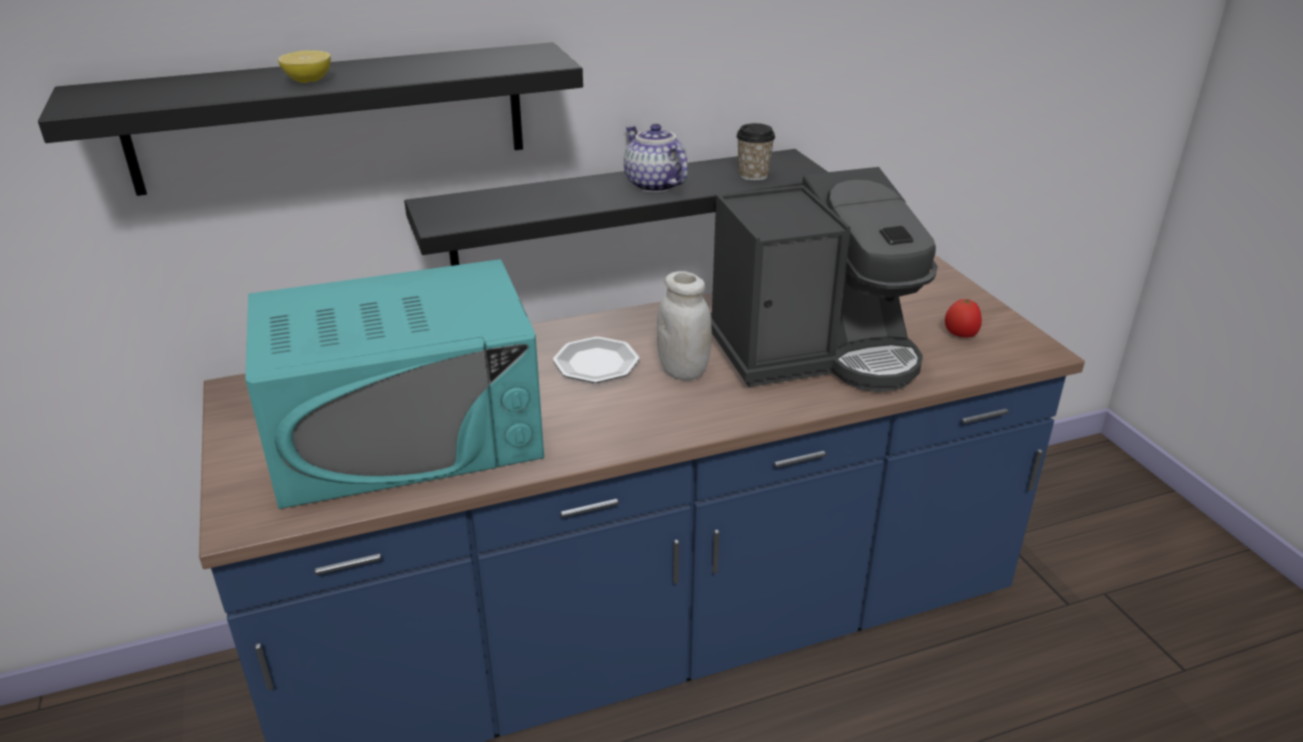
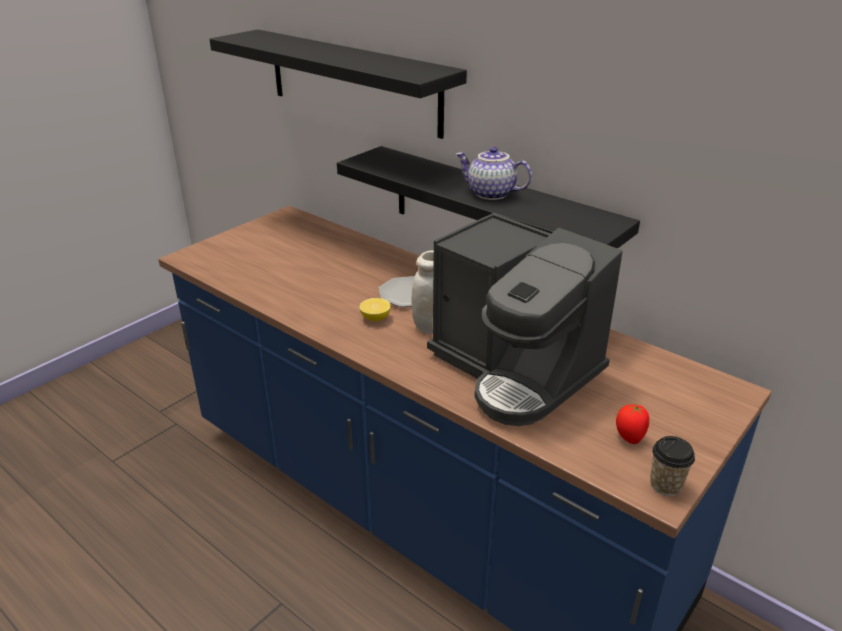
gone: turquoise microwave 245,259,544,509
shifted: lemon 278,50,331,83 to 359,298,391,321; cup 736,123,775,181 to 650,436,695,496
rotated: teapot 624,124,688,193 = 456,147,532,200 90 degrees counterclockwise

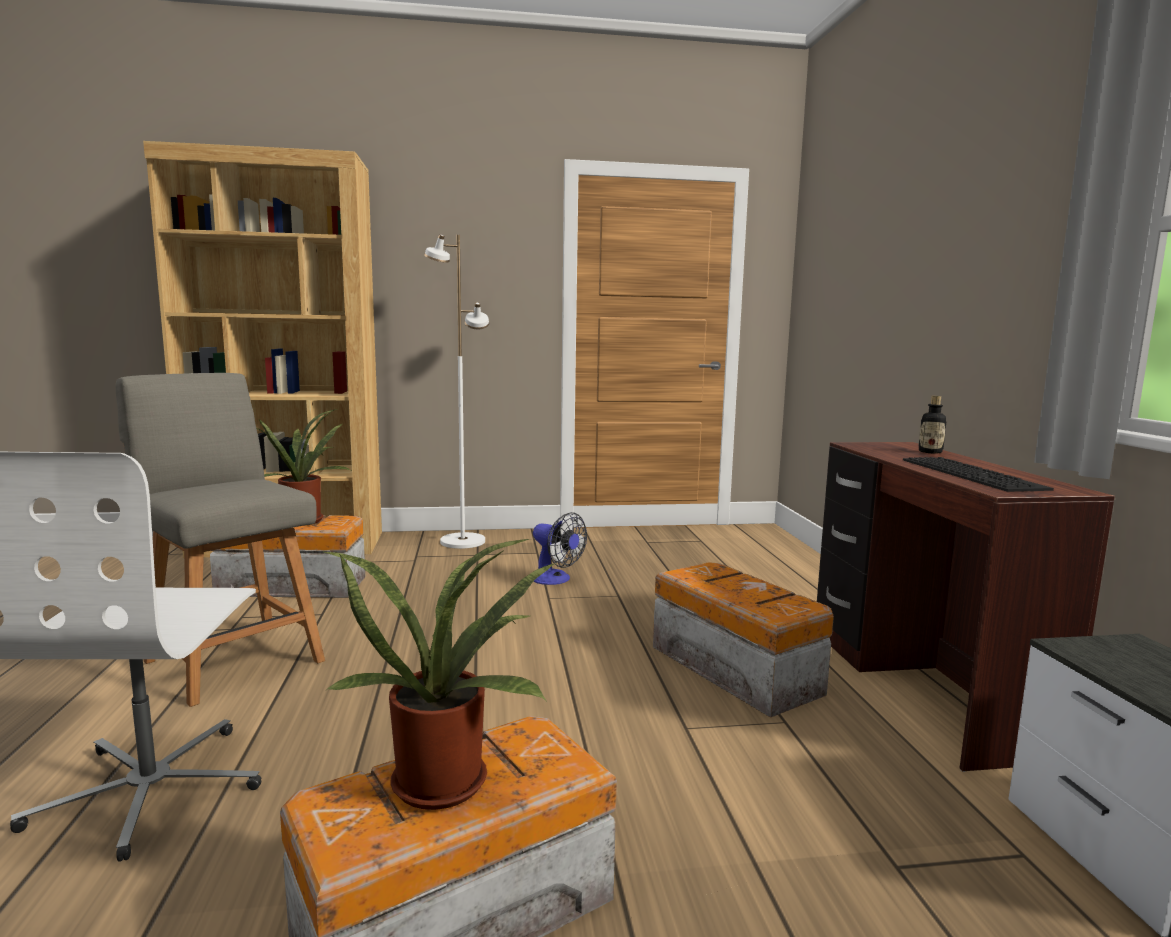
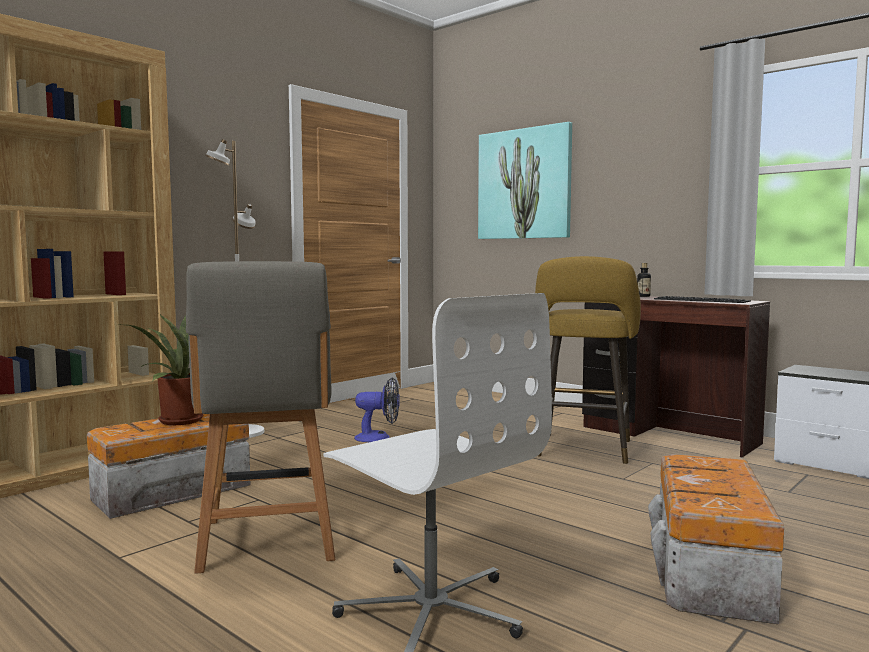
gone: potted plant 322,539,557,810
new: picture 478,122,572,239
swapped: storage box 653,562,834,718 to yellow stool 535,256,641,464
rotated: grey chair 116,373,325,707 = 186,261,335,574 105 degrees counterclockwise

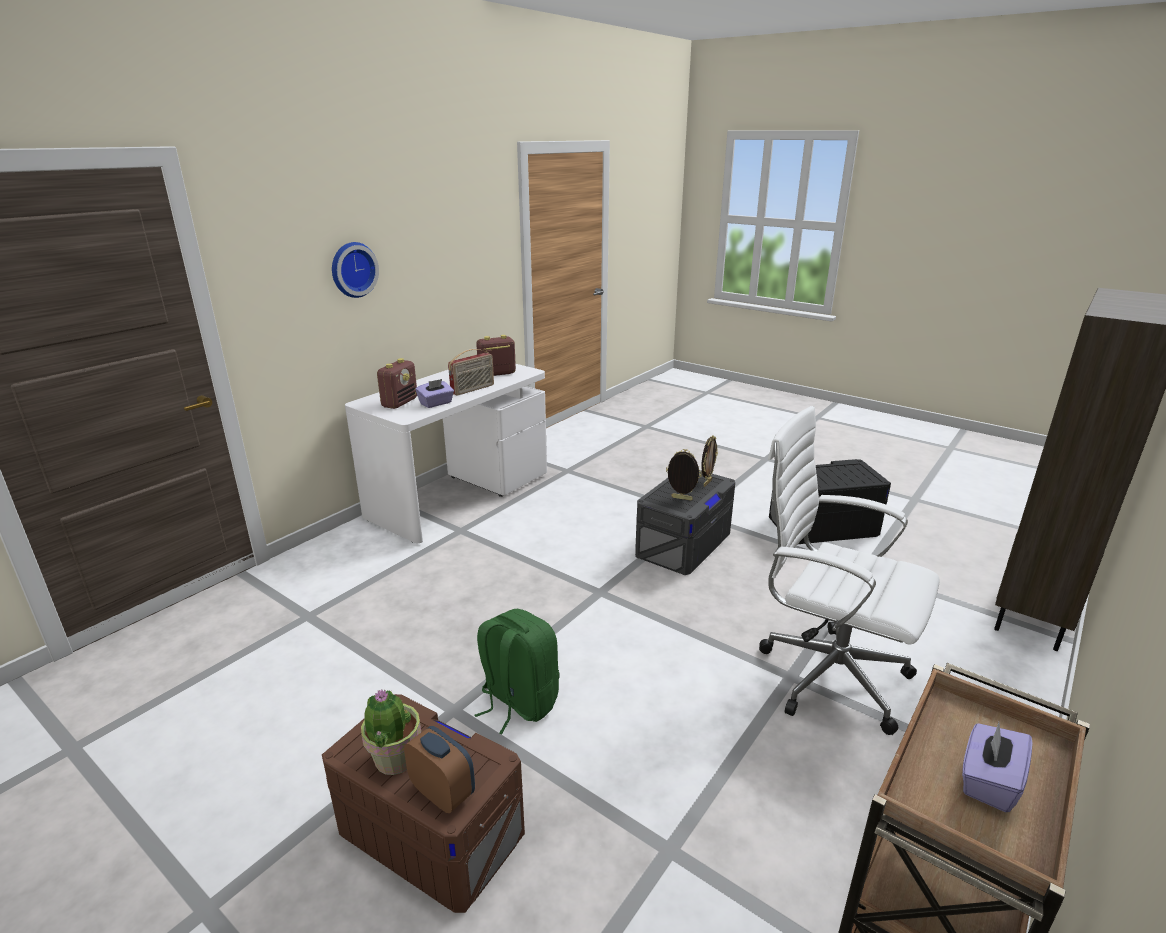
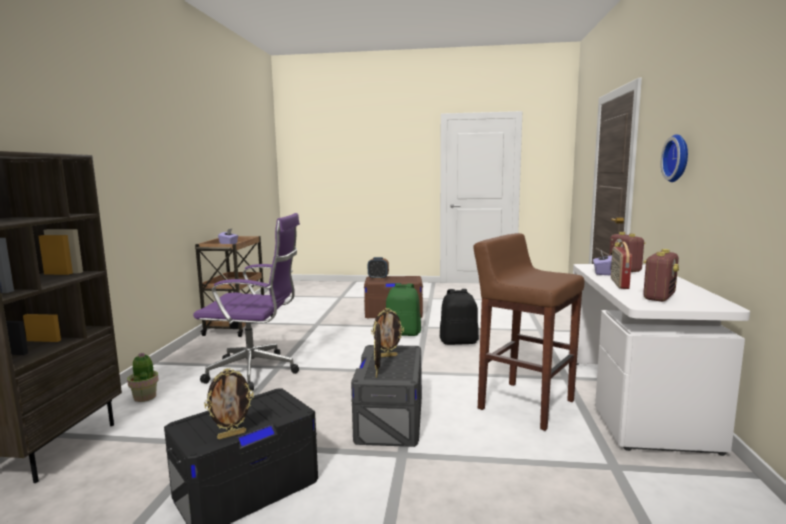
new: picture frame 204,368,254,439; black backpack 440,289,479,345; brown stool 473,233,584,431
shifted: potted plant 361,690,421,775 to 127,353,159,402
repainted: white office chair 759,406,939,735 to purple office chair 193,213,300,391

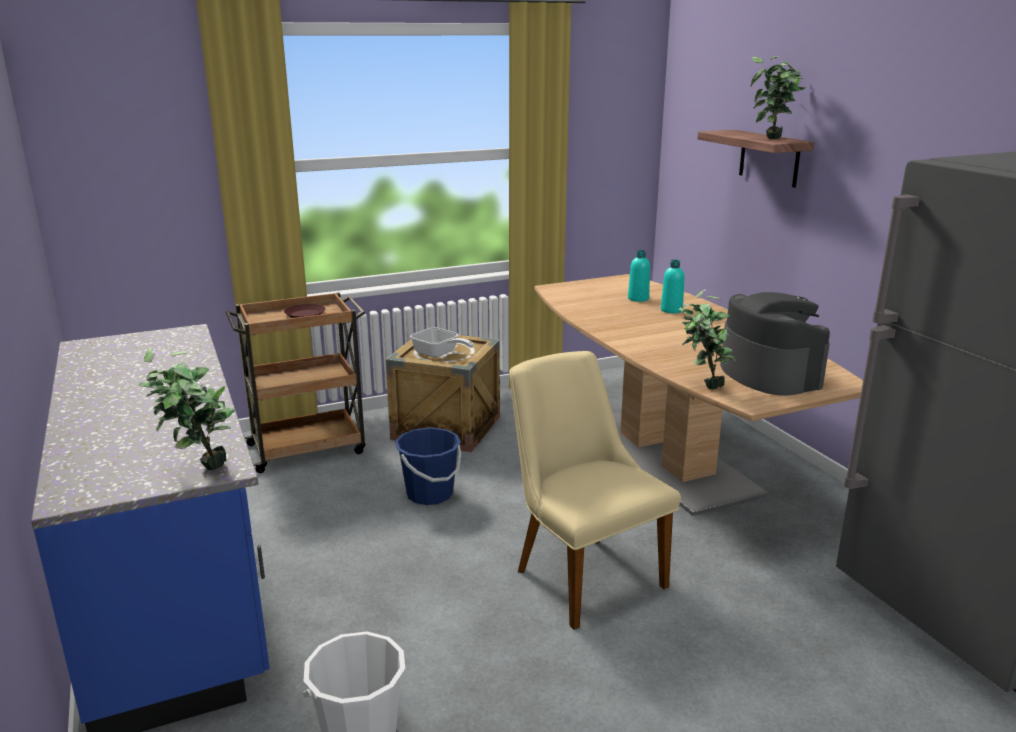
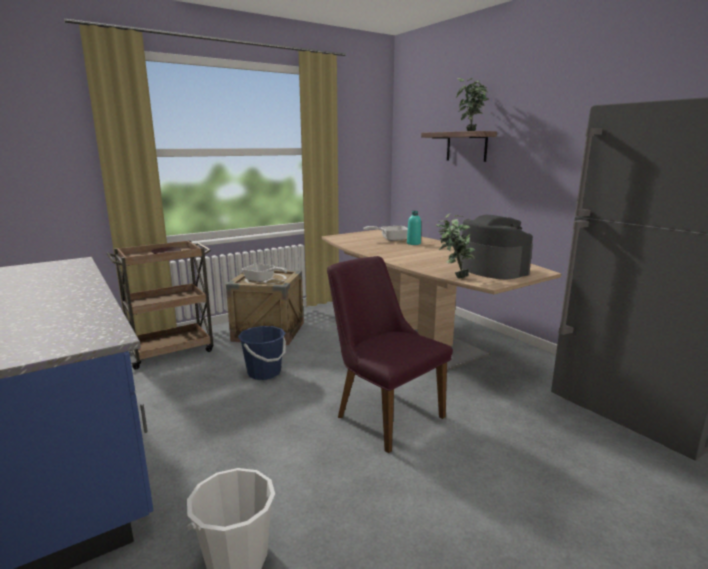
gone: potted plant 139,348,235,470
swapped: turquoise bottle 628,250,650,302 to frying pan 363,226,408,241
repainted: beige chair 509,351,681,630 to purple chair 327,256,453,453

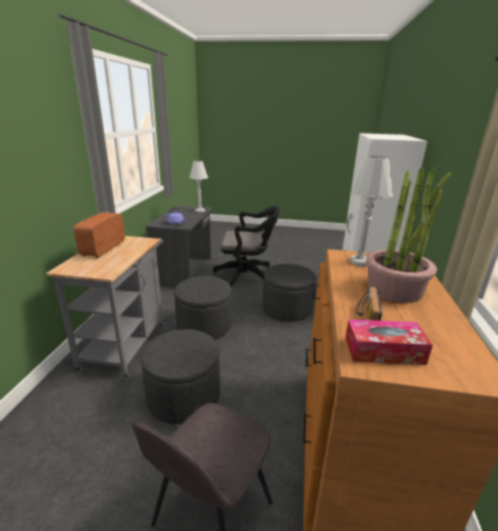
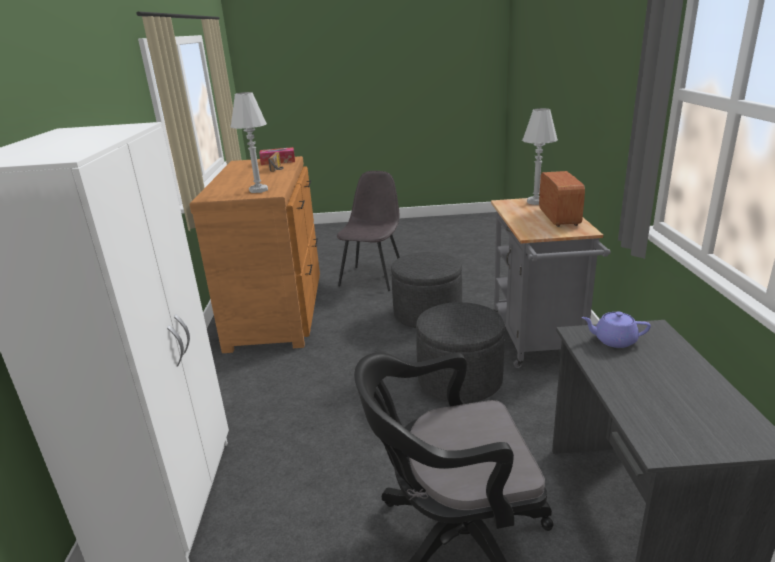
gone: grey ottoman 263,264,316,322; potted plant 366,167,451,303
shifted: white table lamp 190,161,208,212 to 522,108,558,205

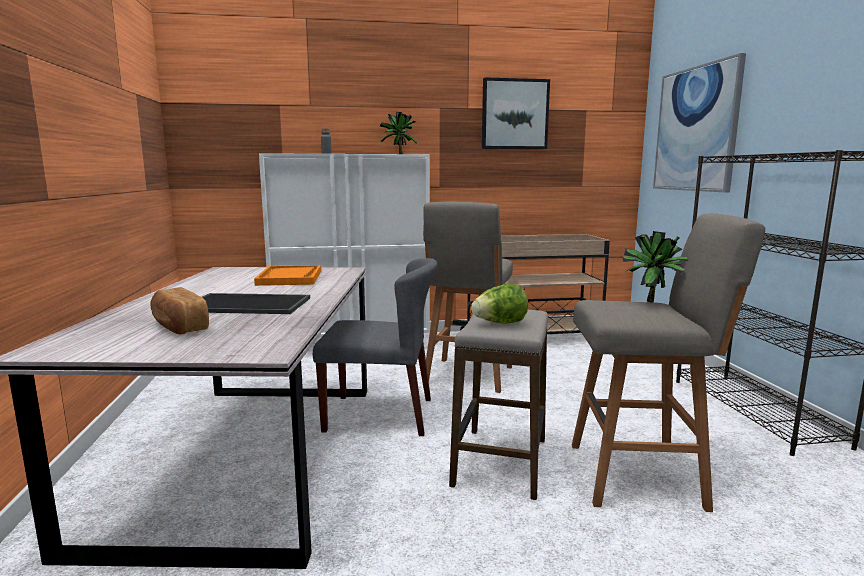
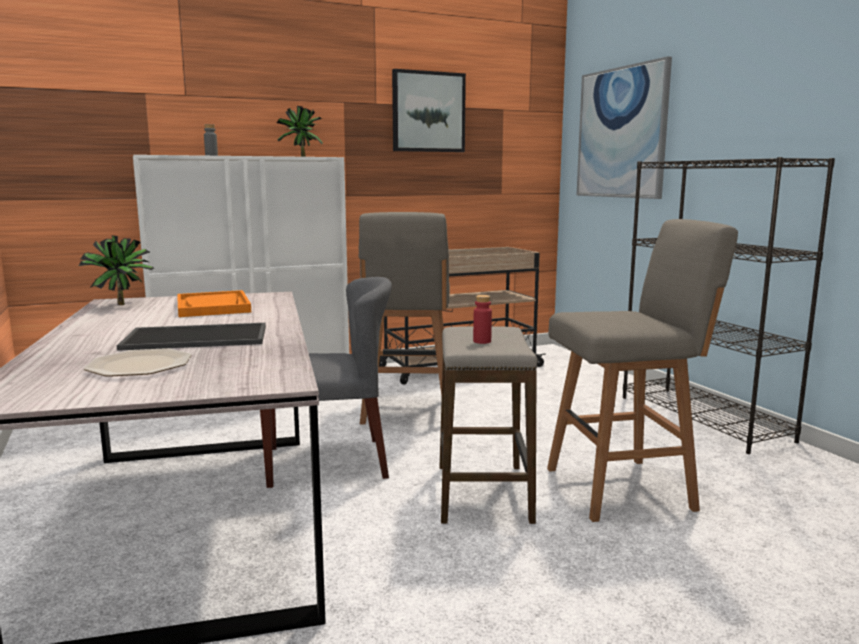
shifted: potted plant 622,231,688,302 to 79,235,154,305
swapped: bread 151,287,209,334 to plate 84,348,192,377; lettuce 471,284,528,323 to red bottle 473,295,492,344

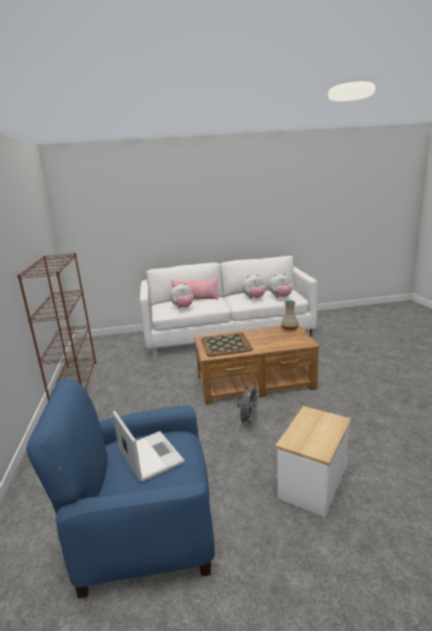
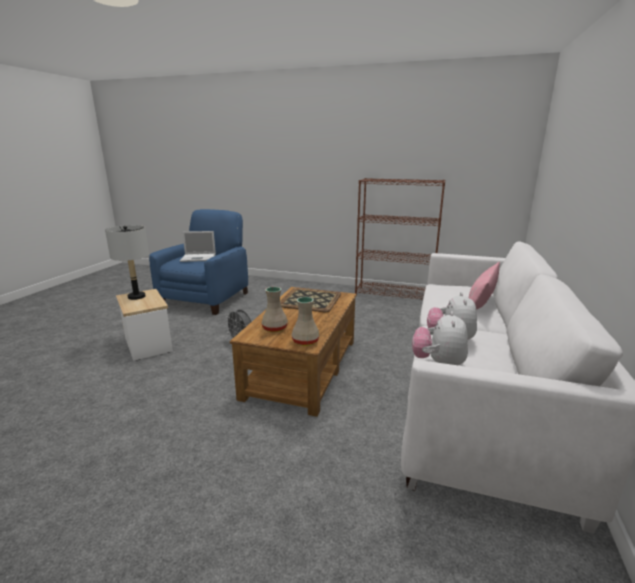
gone: plush toy 170,283,193,308
new: grey table lamp 105,225,149,300; beige vase 261,287,288,333

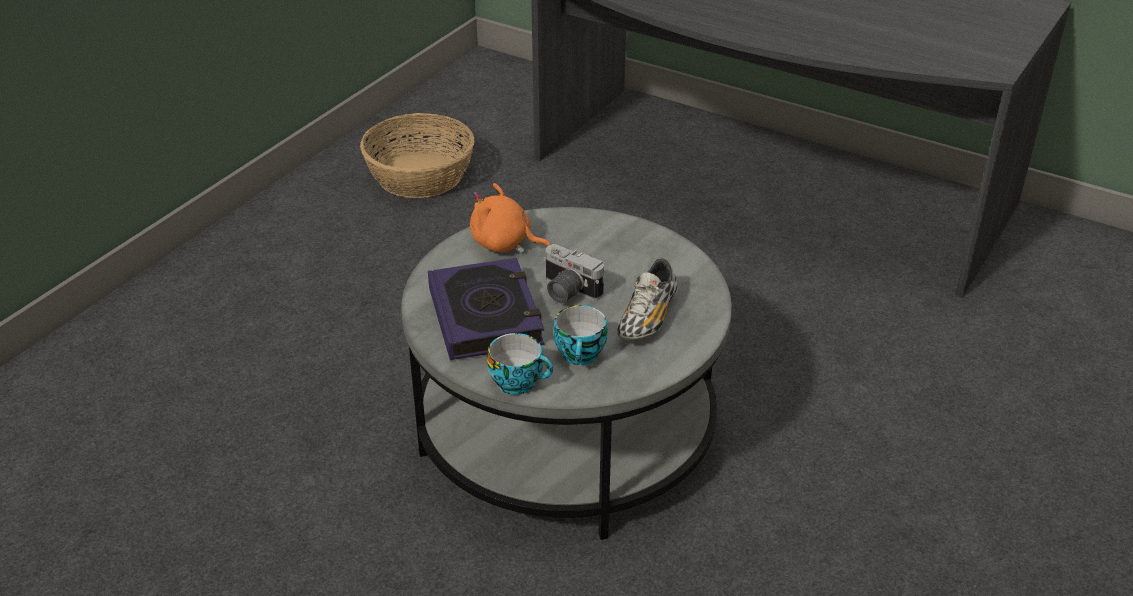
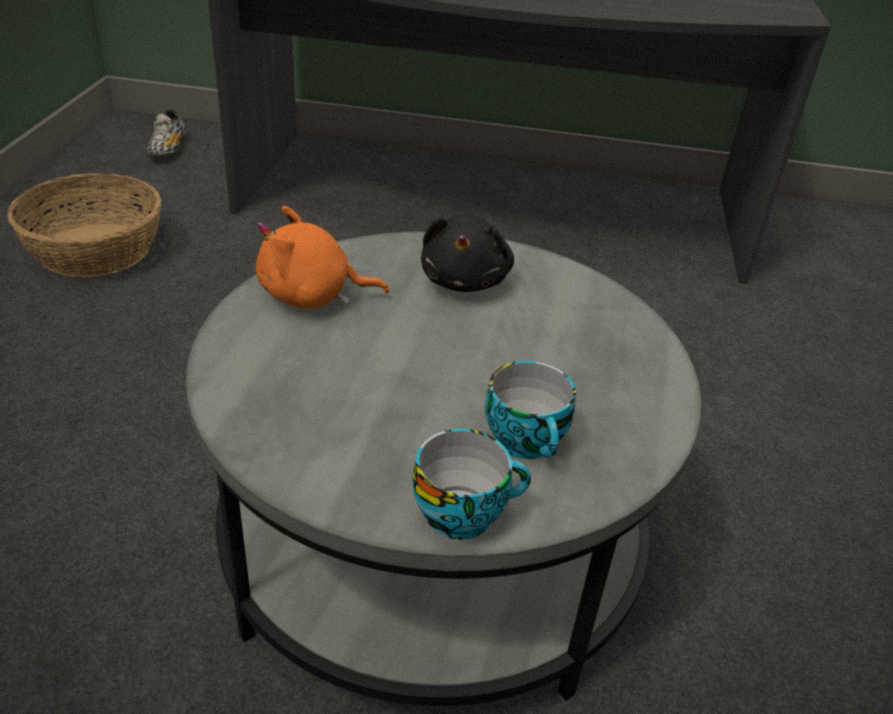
gone: book 428,258,544,360; photo camera 542,244,605,303
new: black plush toy 421,214,514,292
shifted: shoe 617,259,678,340 to 146,108,186,157

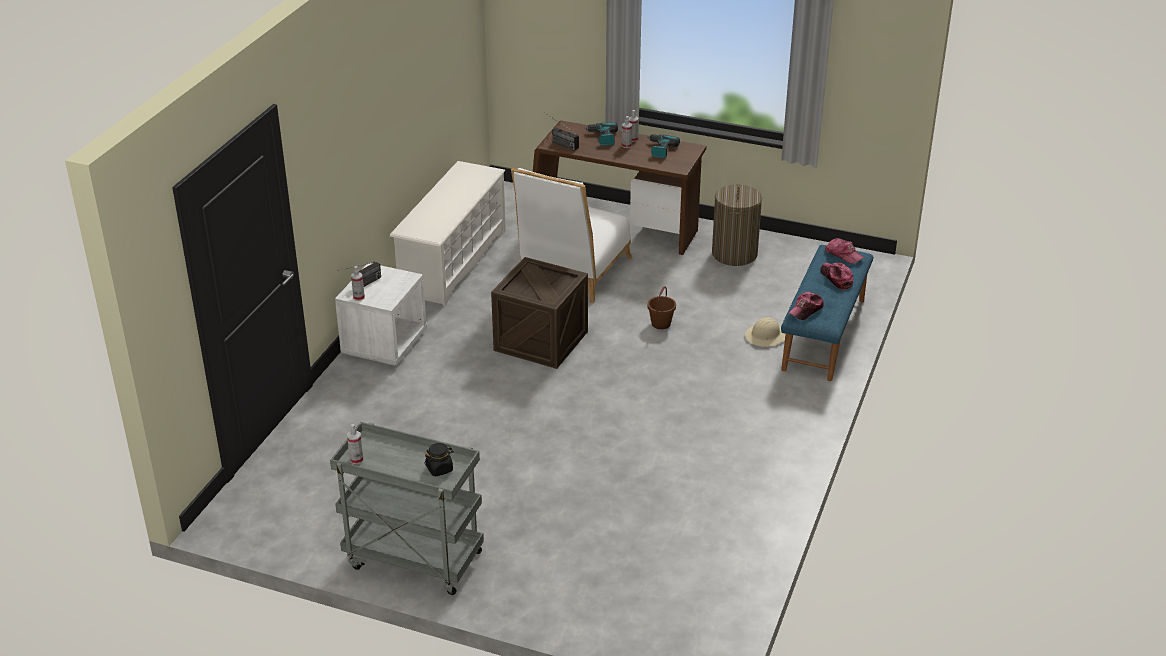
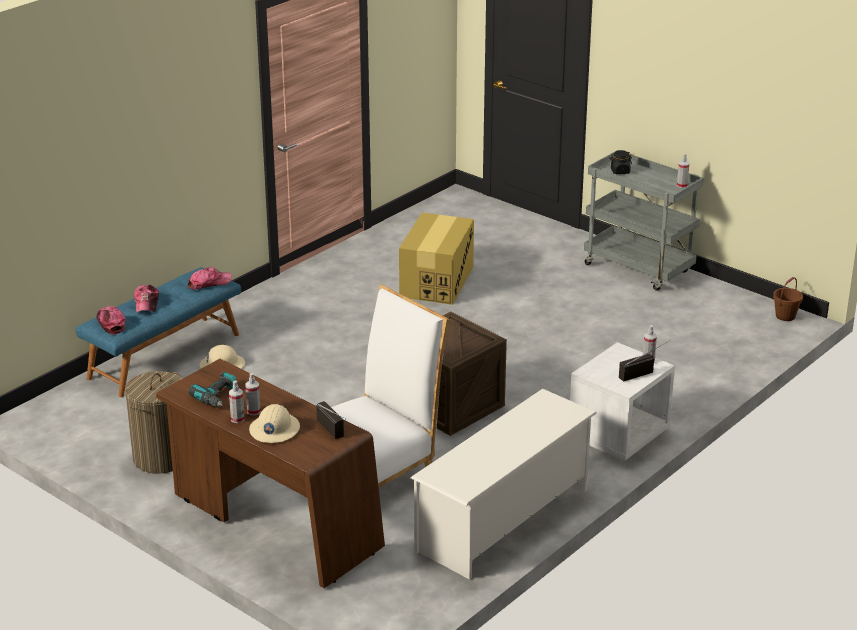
new: cardboard box 399,213,474,305
shifted: brown bucket 647,286,676,329 to 773,277,803,321
swapped: power drill 585,123,618,145 to beige hard hat 249,404,300,443

